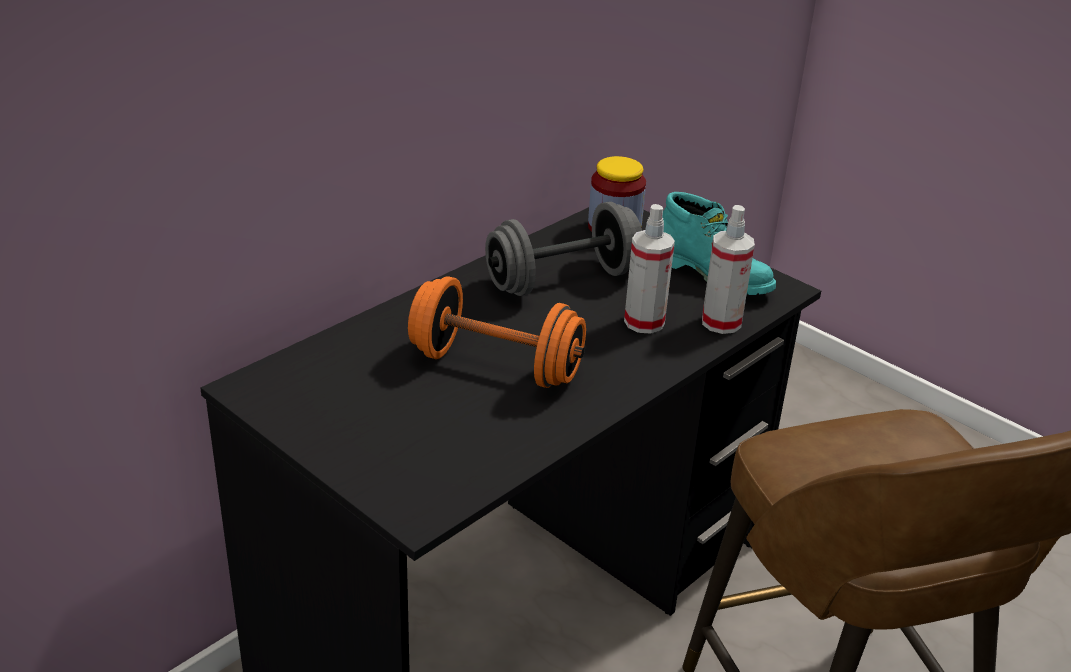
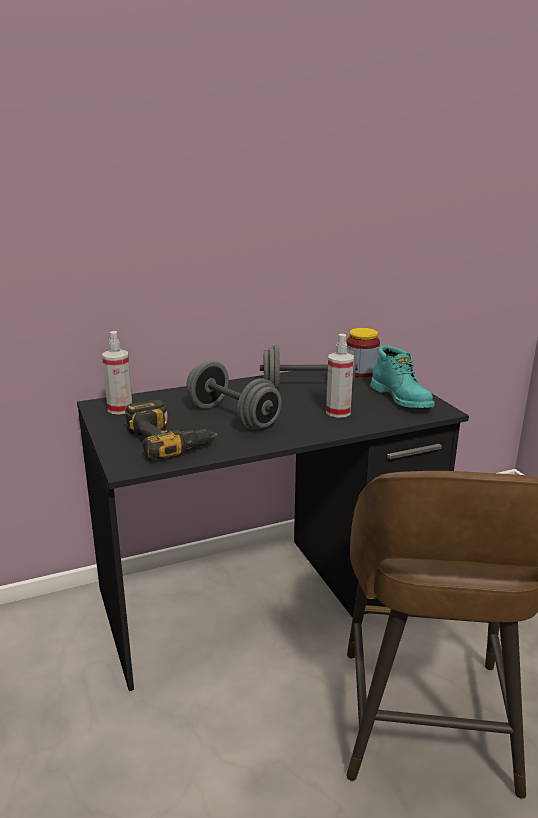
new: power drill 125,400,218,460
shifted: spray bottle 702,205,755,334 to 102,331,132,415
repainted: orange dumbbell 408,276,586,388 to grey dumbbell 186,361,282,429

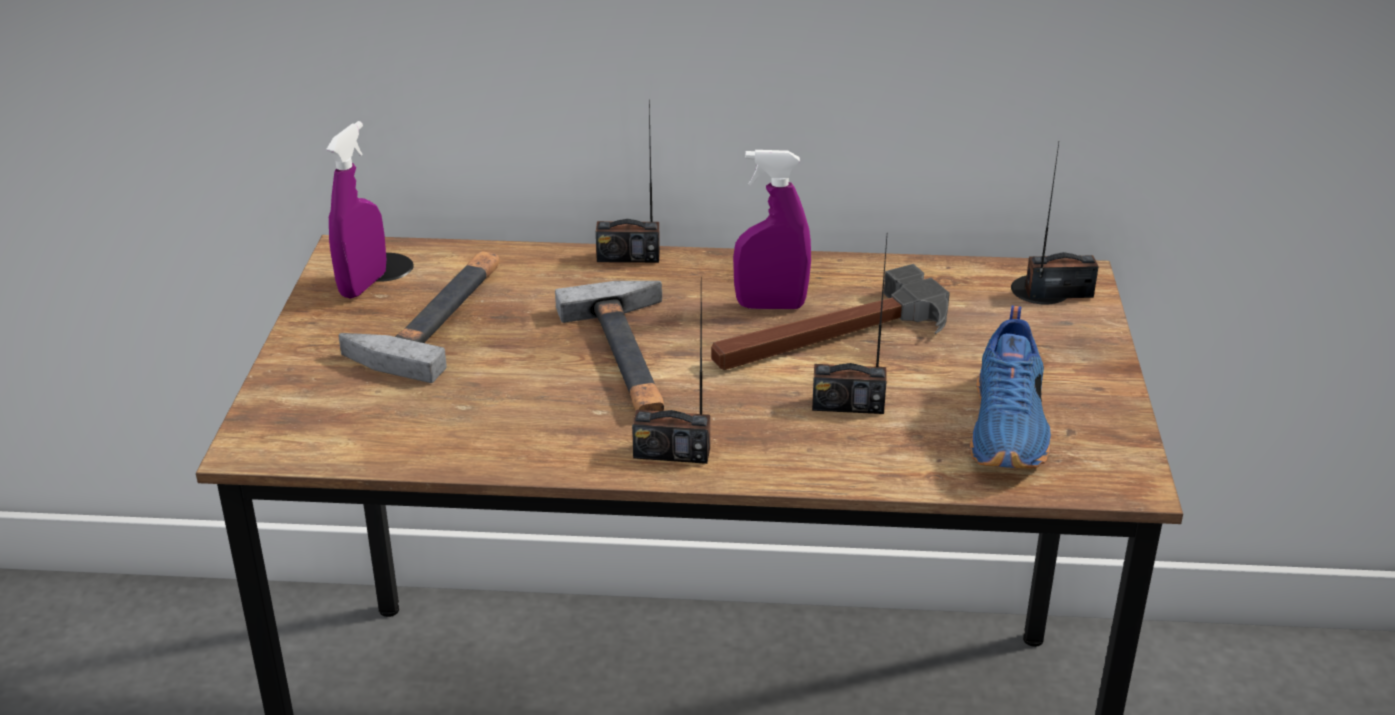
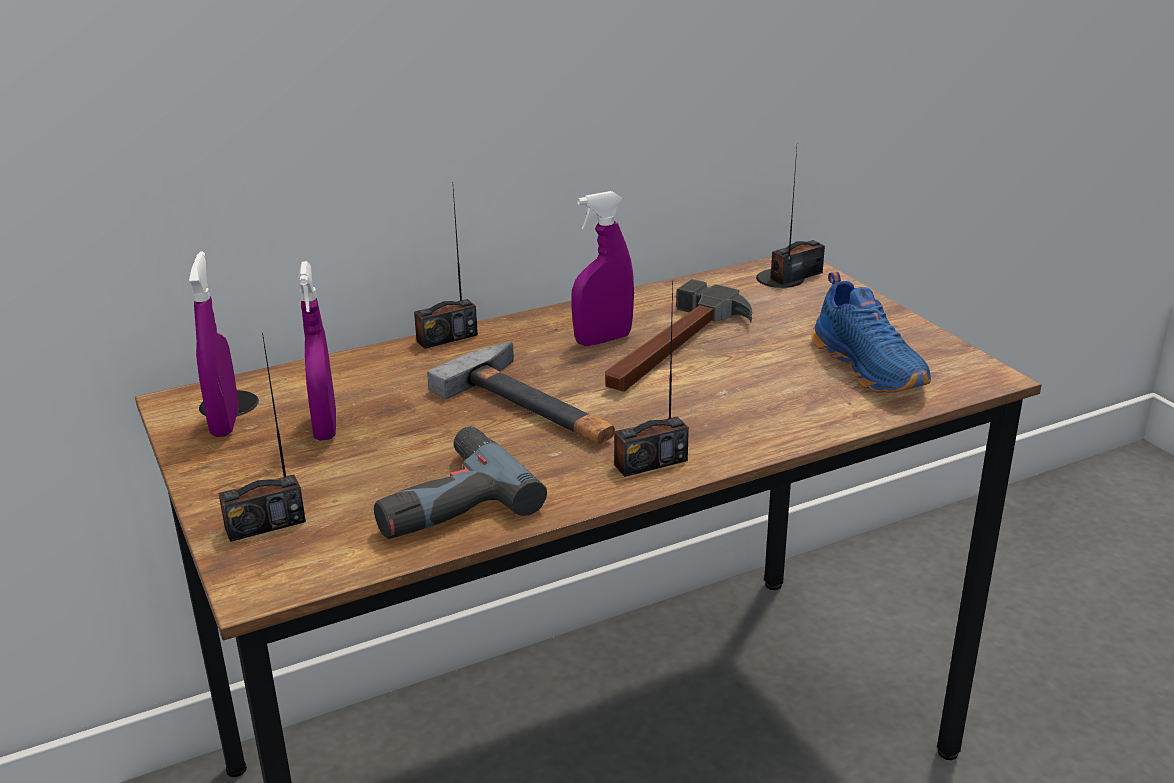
new: power drill 374,426,547,539
shifted: radio 812,237,887,414 to 218,332,306,542
swapped: hammer 338,251,500,383 to purple spray bottle 298,261,336,441

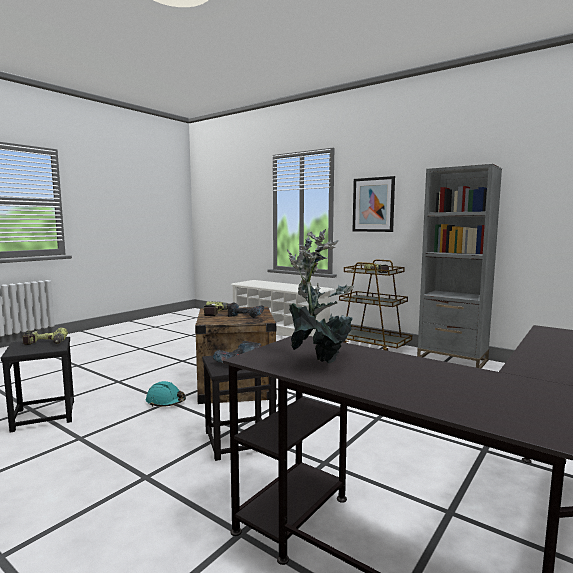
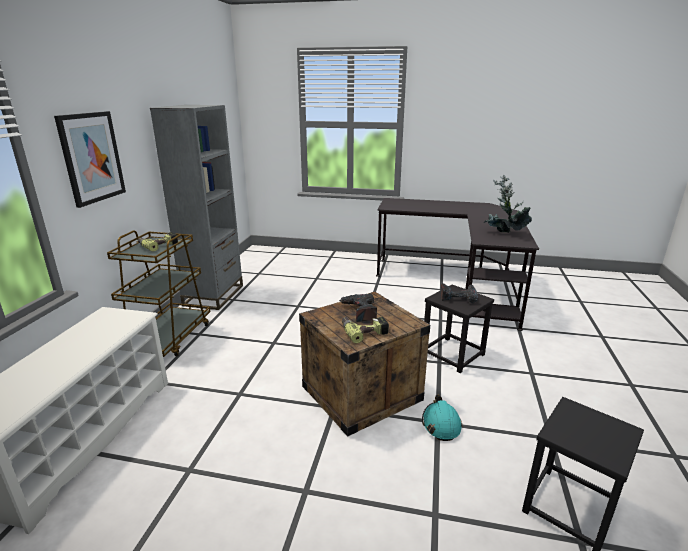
gone: power drill 22,328,68,345

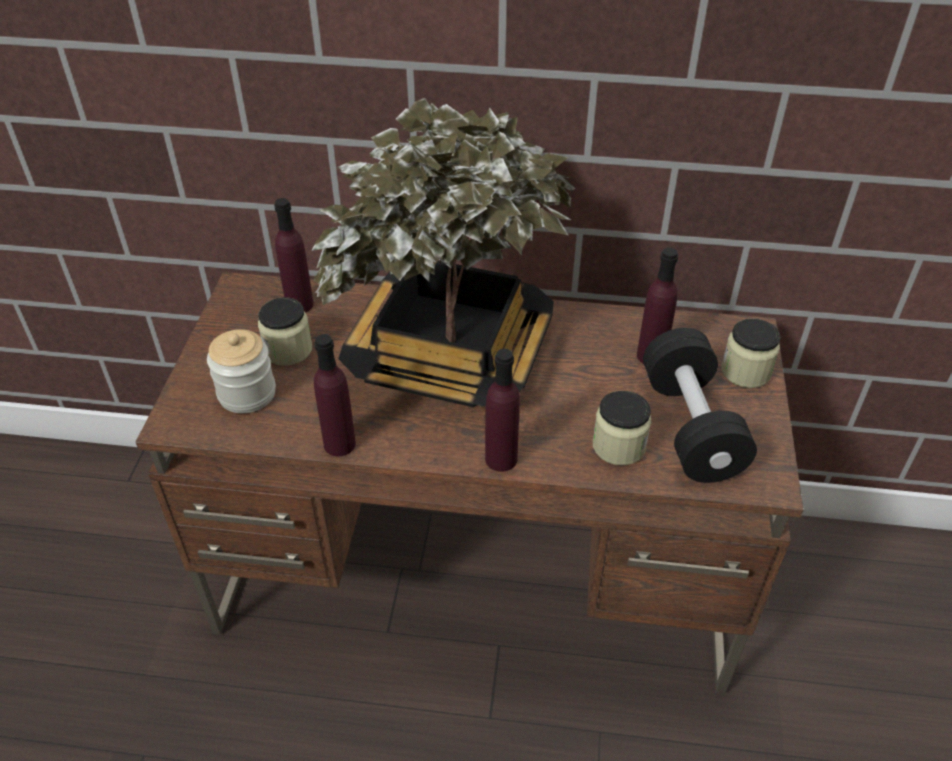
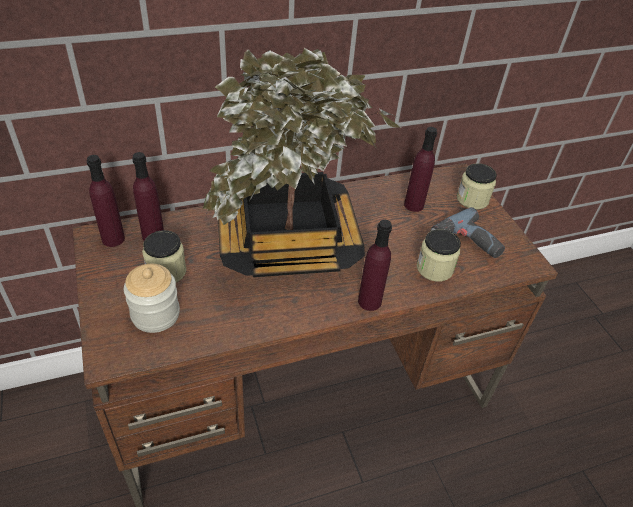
shifted: purple bottle 314,334,356,456 to 87,155,125,247
swapped: black dumbbell 643,328,757,483 to power drill 430,207,505,258

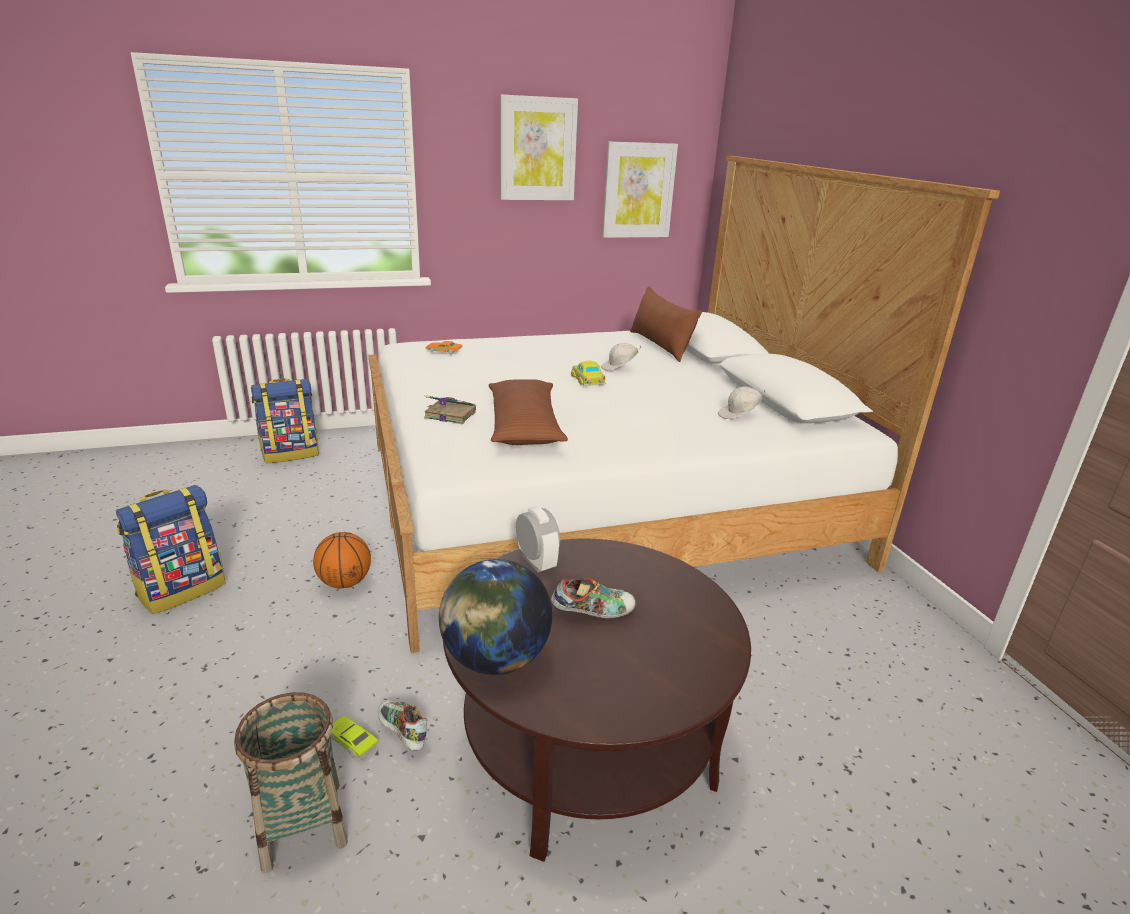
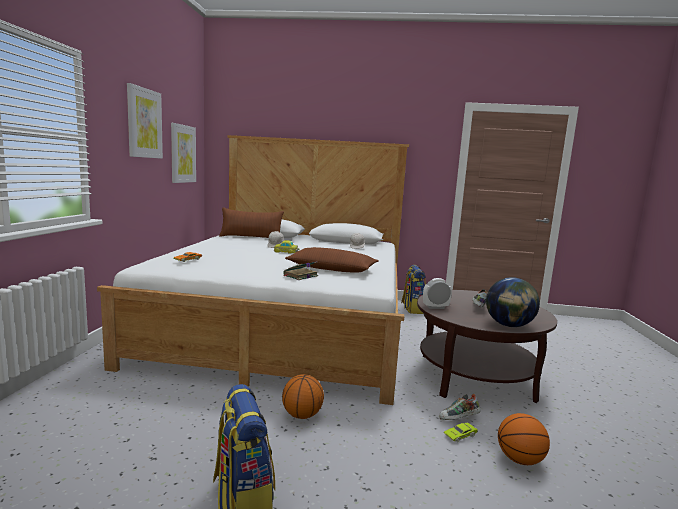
shifted: backpack 251,378,319,463 to 401,265,426,314
swapped: basket 234,692,348,873 to basketball 498,413,550,465

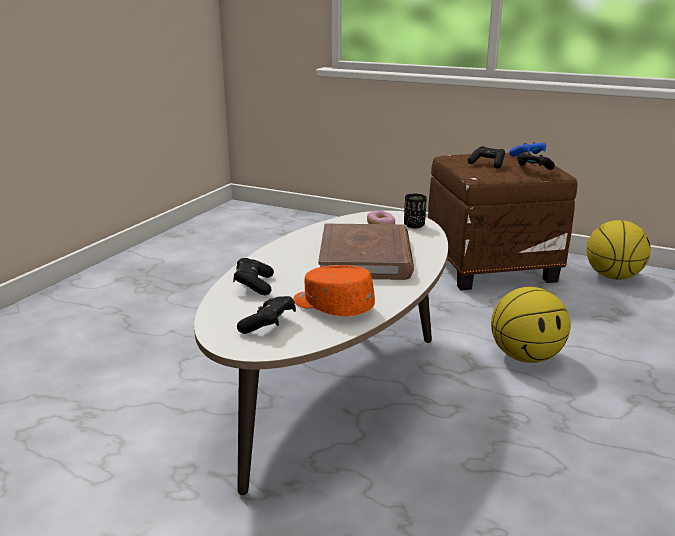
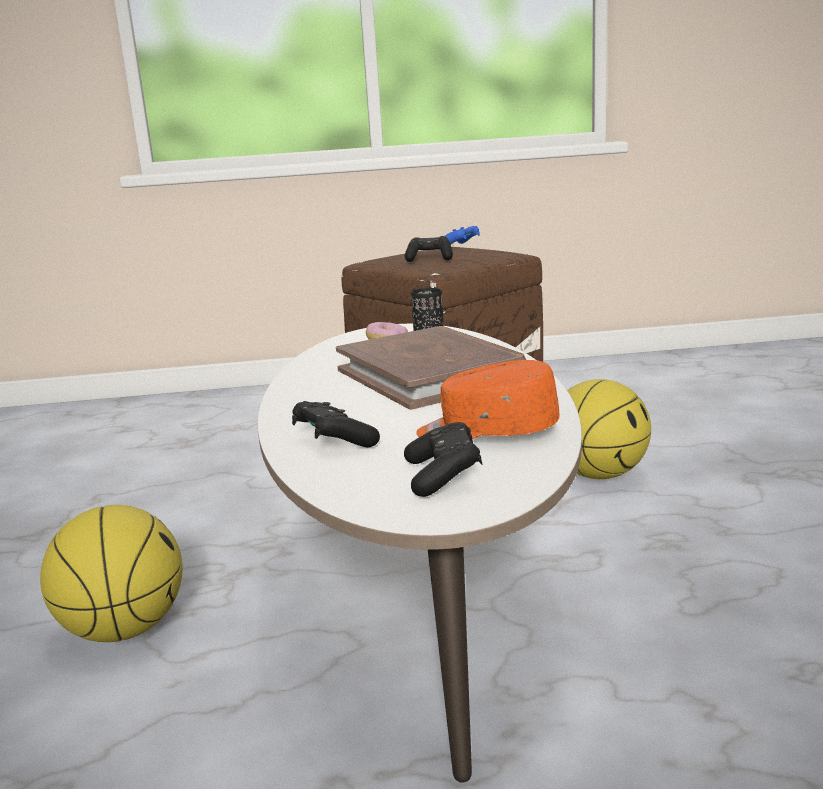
gone: black game controller 518,153,555,170
shifted: basketball 586,220,651,280 to 40,505,183,642

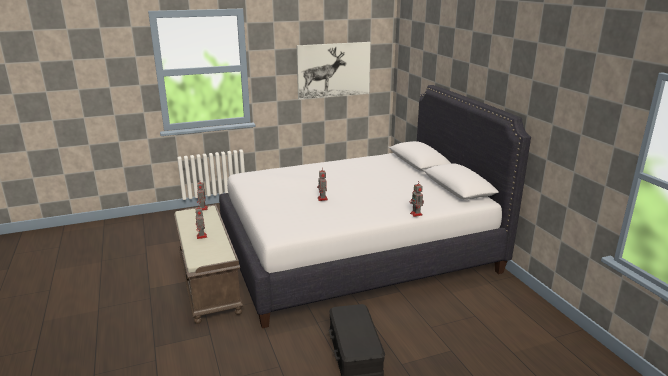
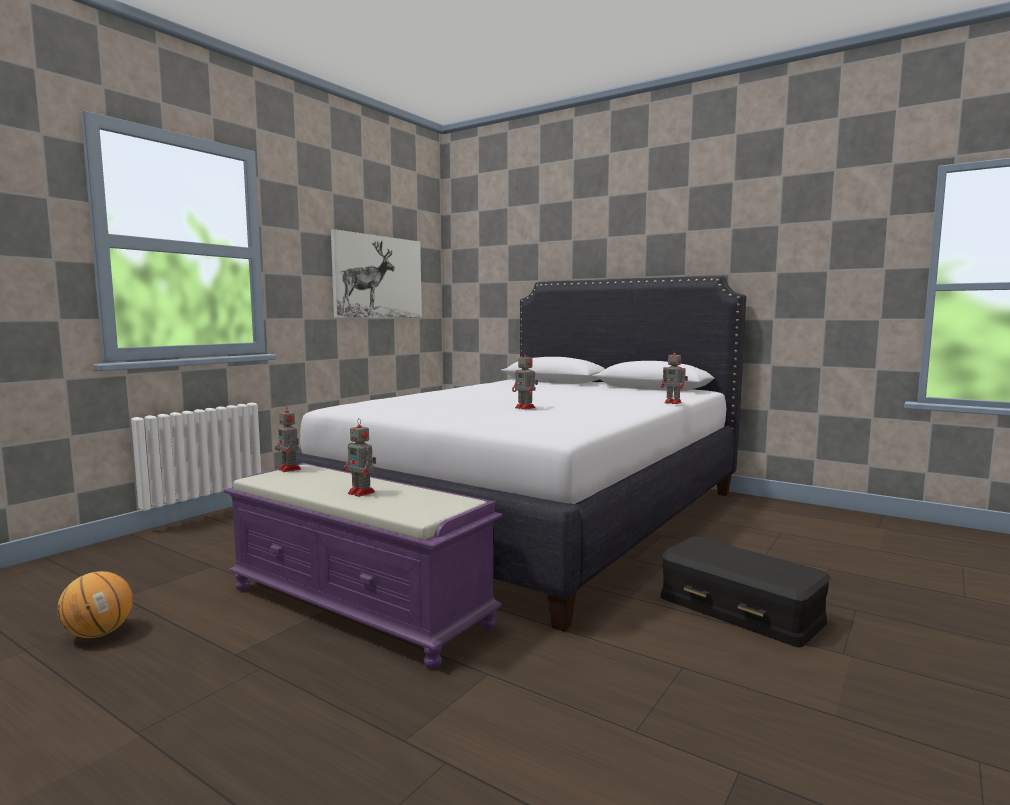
new: basketball 57,571,133,638
repainted: brown bench 174,204,243,324 to purple bench 224,463,502,669

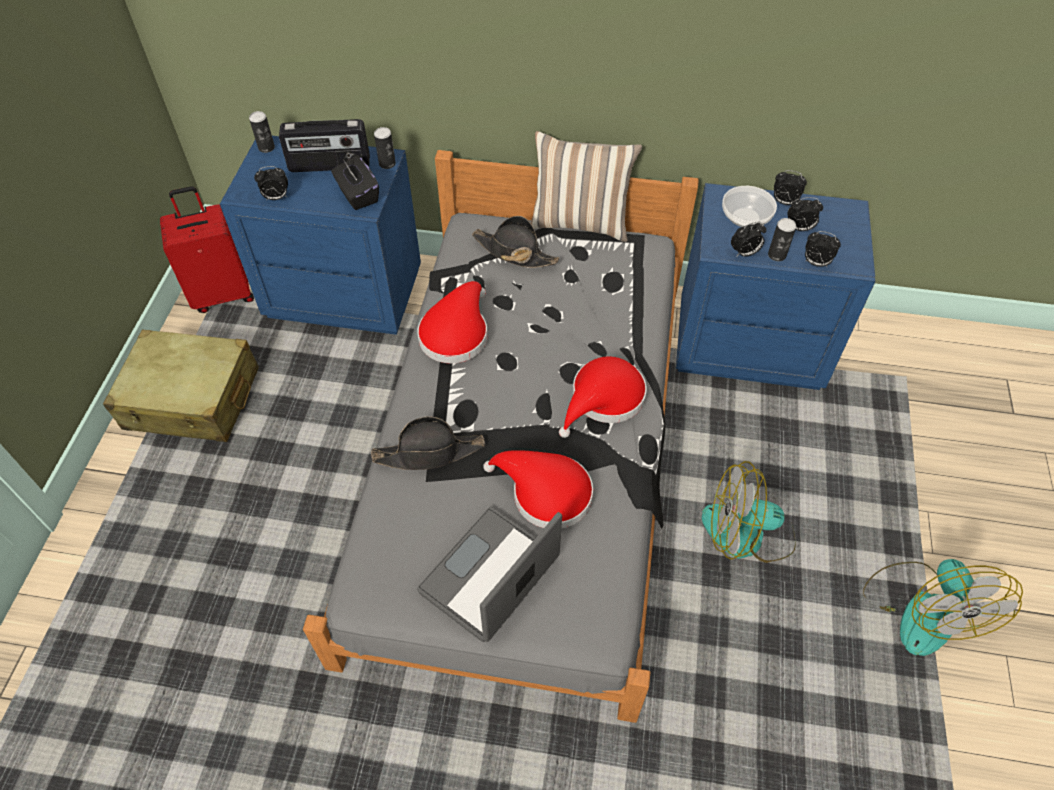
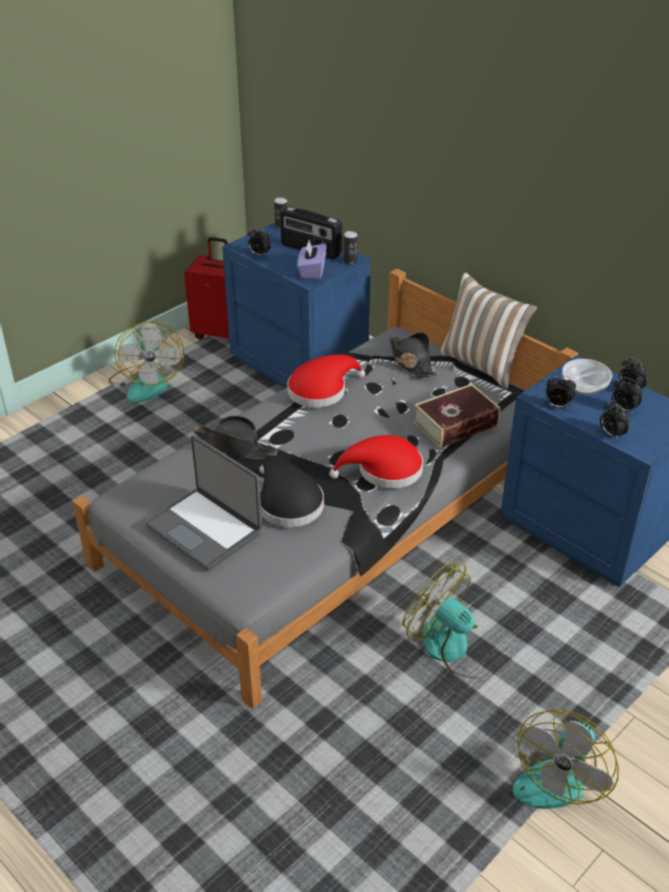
gone: can 768,218,796,261
new: book 413,384,500,448
swapped: beige suitcase 103,330,259,442 to fan 109,322,184,403
repainted: red hat 483,450,593,529 to black hat 259,455,324,527; black tissue box 331,155,379,210 to purple tissue box 297,240,326,280
rotated: laptop 417,507,562,642 = 145,435,262,571 120 degrees counterclockwise

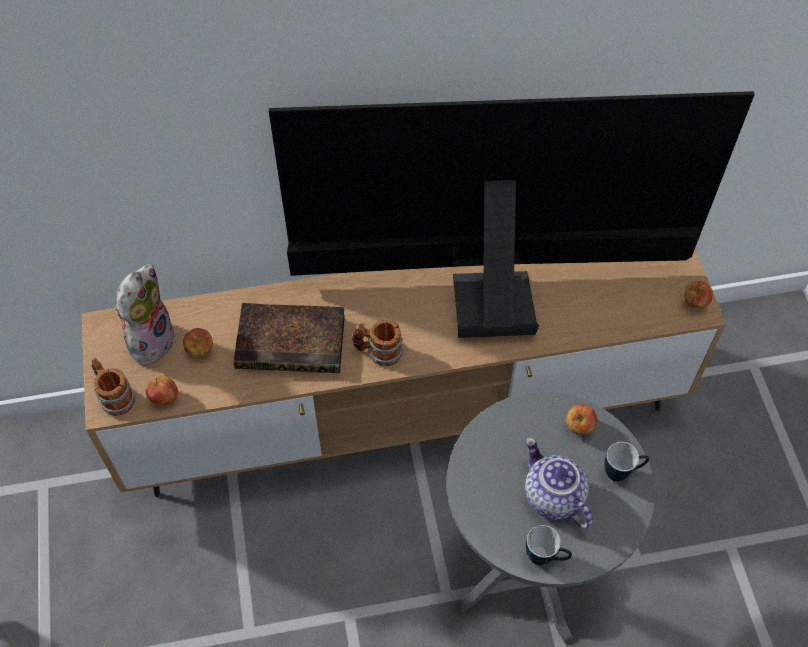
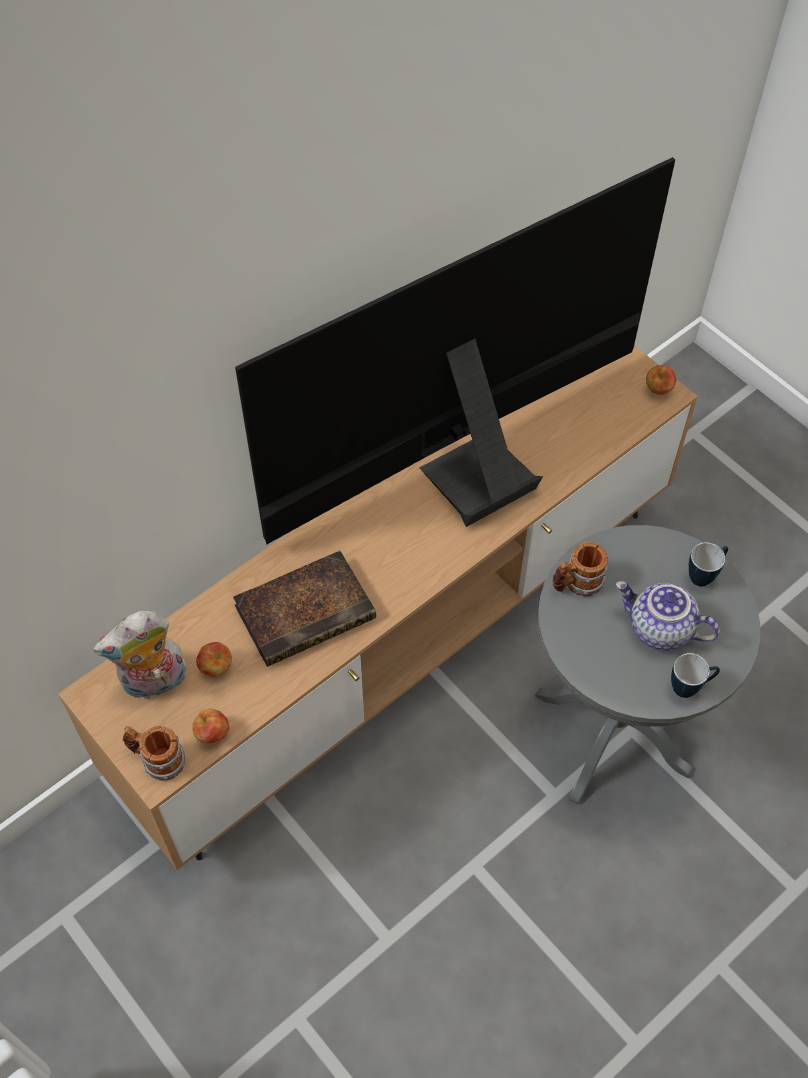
gone: apple 566,404,598,435
shifted: mug 352,319,404,366 to 552,542,608,597
rotated: plush toy 115,264,176,366 = 93,610,187,699 105 degrees counterclockwise

